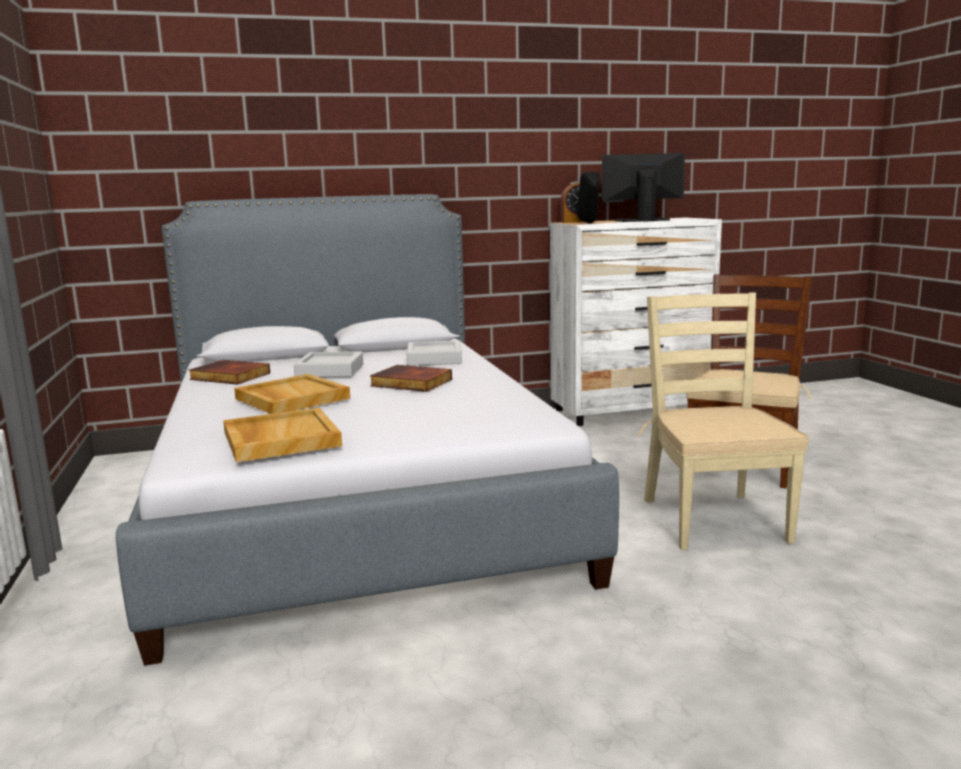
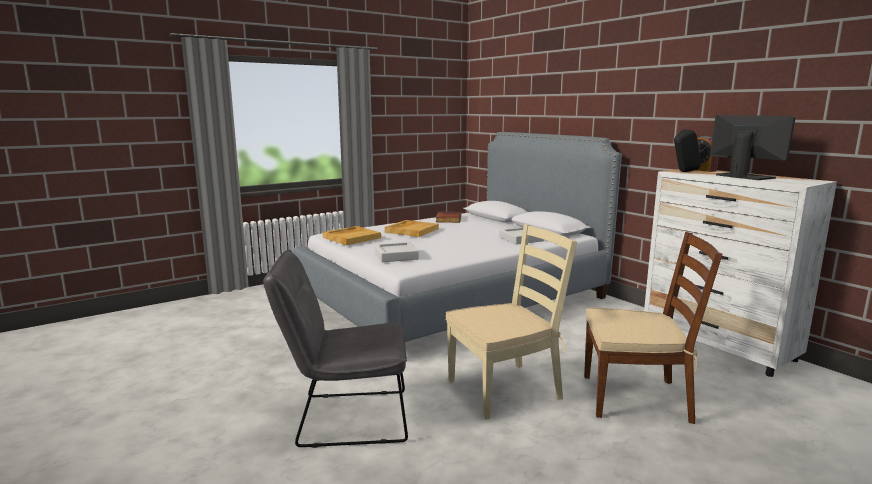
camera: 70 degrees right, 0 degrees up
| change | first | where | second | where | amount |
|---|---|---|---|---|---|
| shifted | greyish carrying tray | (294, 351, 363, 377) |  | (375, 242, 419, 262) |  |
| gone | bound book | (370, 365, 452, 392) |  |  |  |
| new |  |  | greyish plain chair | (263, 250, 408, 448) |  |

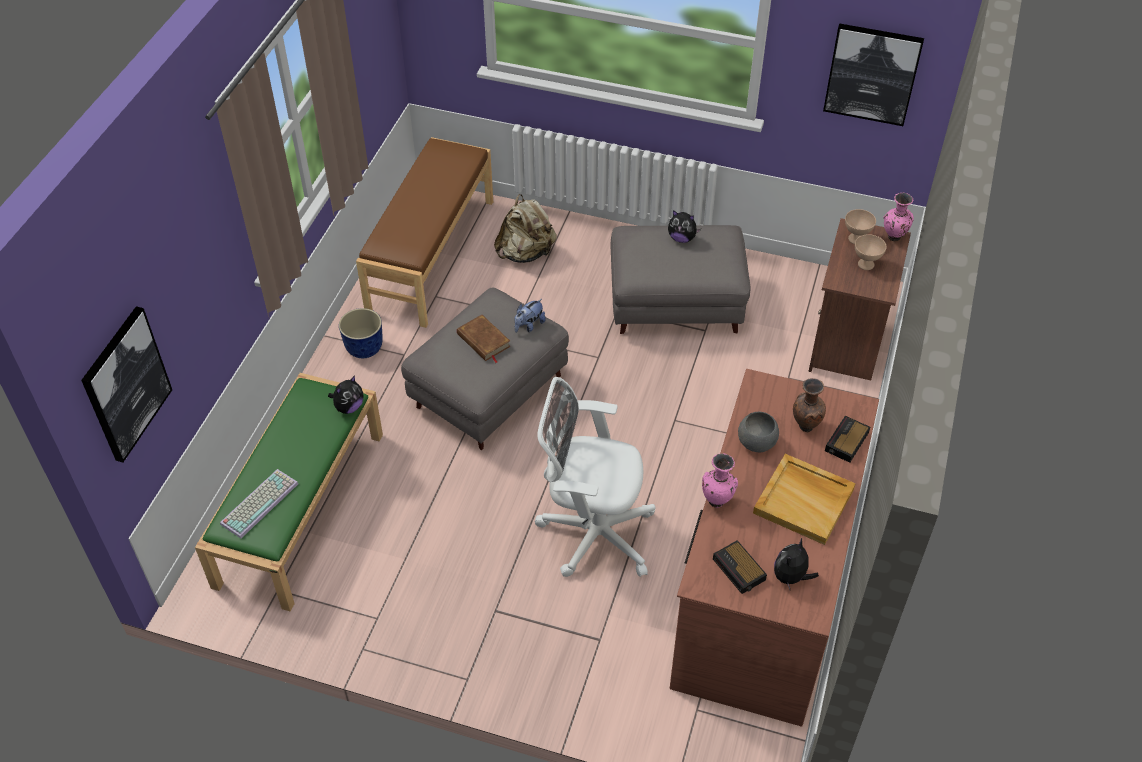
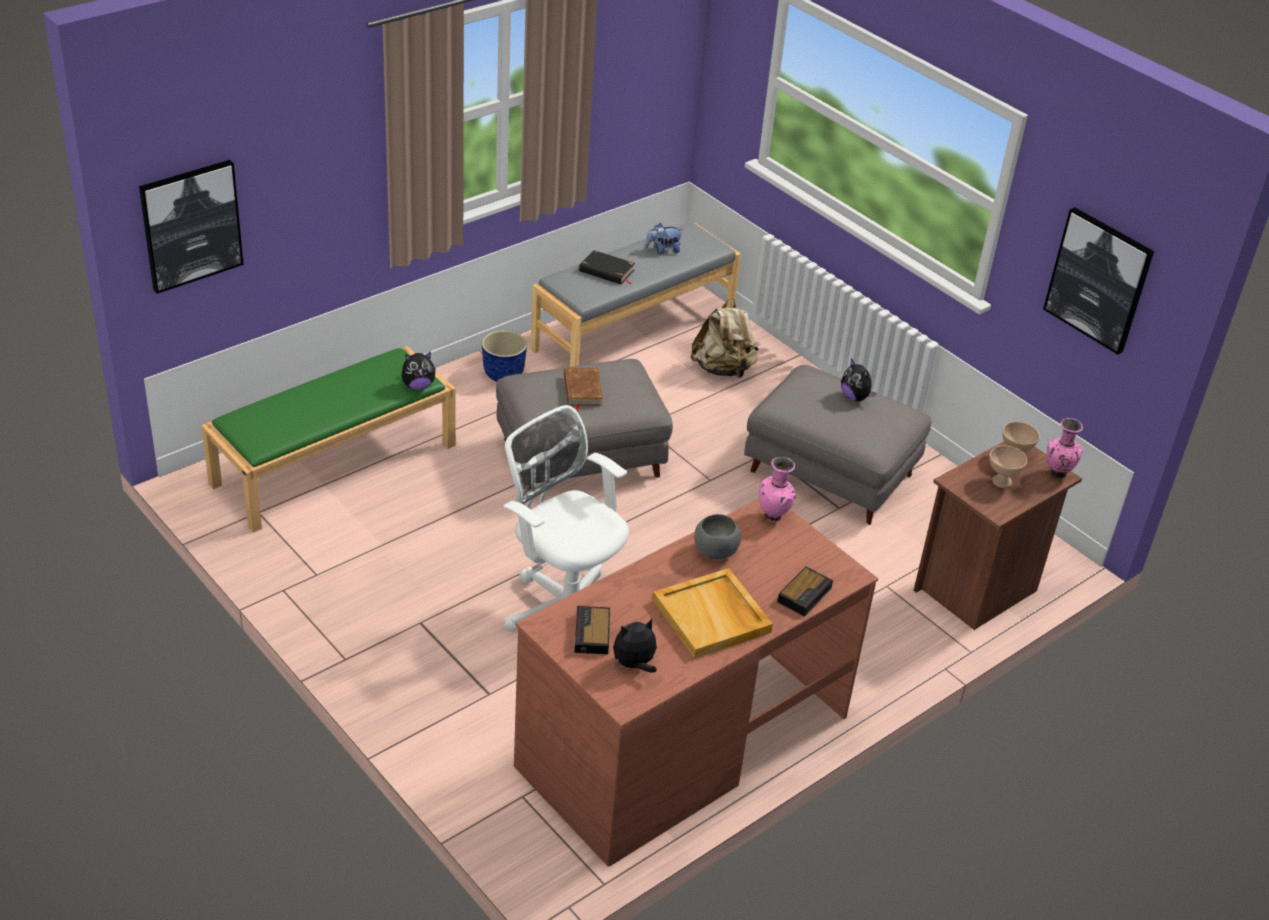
camera: 30 degrees right, 10 degrees down
| change | first | where | second | where | amount |
|---|---|---|---|---|---|
| repainted | brown long seat | (356, 137, 493, 328) | greyish long seat | (531, 222, 741, 367) |  |
| shifted | plush toy | (514, 299, 546, 333) |  | (645, 223, 683, 254) |  |
| gone | brown flower vase | (793, 378, 826, 432) |  |  |  |
| rotated | bedside clock | (825, 416, 870, 463) |  | (777, 566, 833, 616) | 150 degrees clockwise |
| shifted | pinkish flower vase | (702, 453, 738, 508) |  | (759, 457, 797, 522) |  |
| gone | computer keyboard | (220, 469, 298, 538) |  |  |  |
| new |  |  | black-coloured bound book | (579, 250, 635, 284) |  |

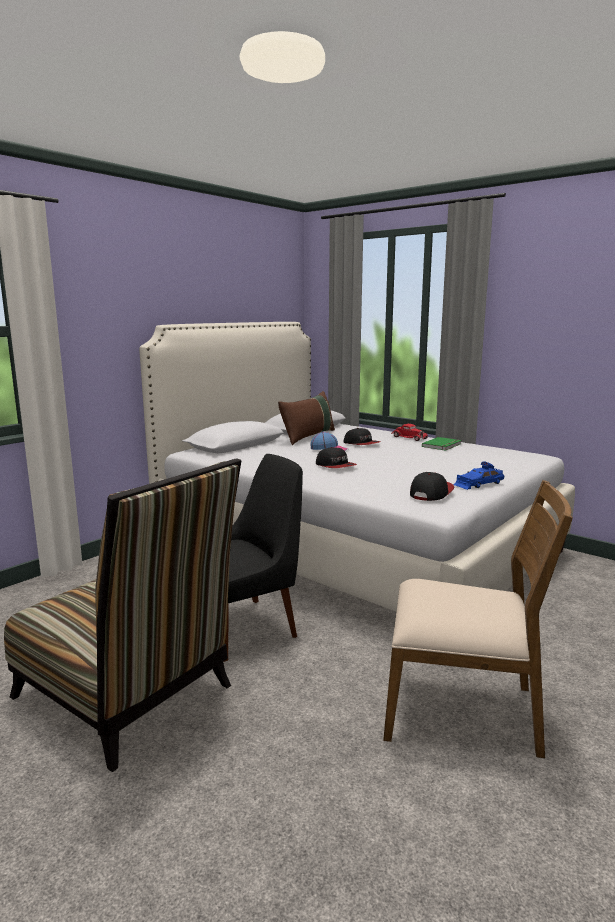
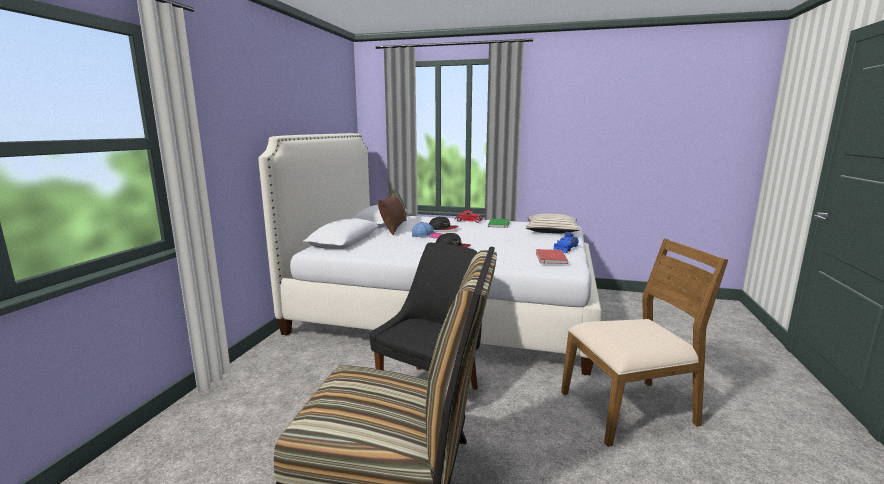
camera: 25 degrees left, 0 degrees up
| change | first | where | second | where | amount |
|---|---|---|---|---|---|
| swapped | cap | (410, 472, 454, 501) | red bound book | (536, 249, 568, 264) |  |
| new |  |  | beige-coloured throw pillow | (526, 213, 580, 234) |  |

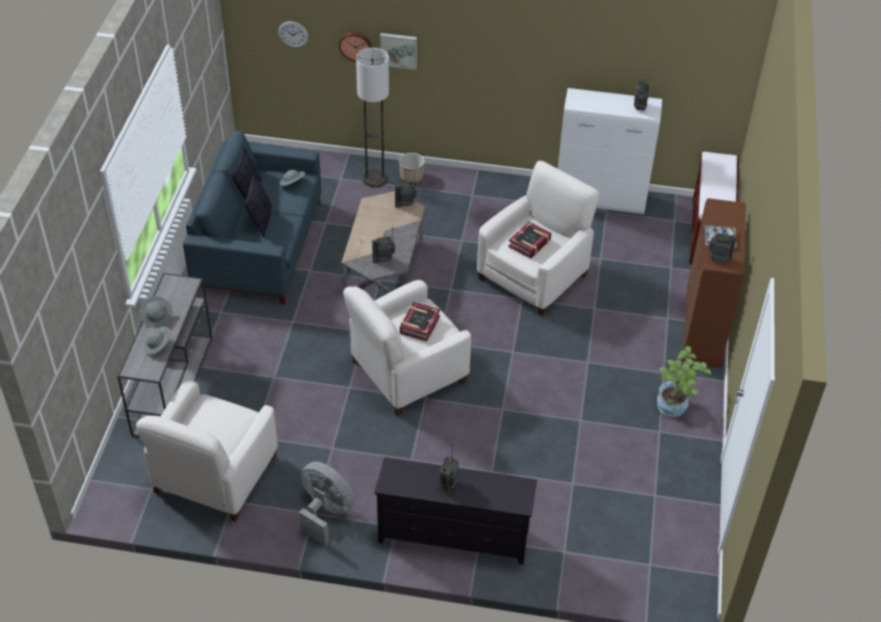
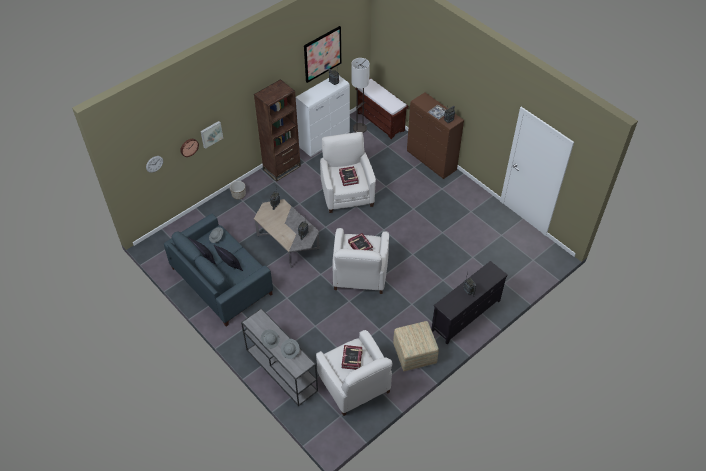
camera: 50 degrees left, 5 degrees up
| change | first | where | second | where | amount |
|---|---|---|---|---|---|
| shifted | standing lamp | (356, 48, 389, 187) |  | (351, 58, 370, 133) |  |
| gone | potted plant | (657, 346, 712, 417) |  |  |  |
| swapped | greyish fan | (299, 462, 355, 546) | footrest | (393, 321, 439, 371) |  |
| new |  |  | wall picture | (304, 26, 342, 83) |  |
| new |  |  | brown bookshelf | (254, 79, 301, 182) |  |
| new |  |  | bound book | (342, 345, 363, 370) |  |

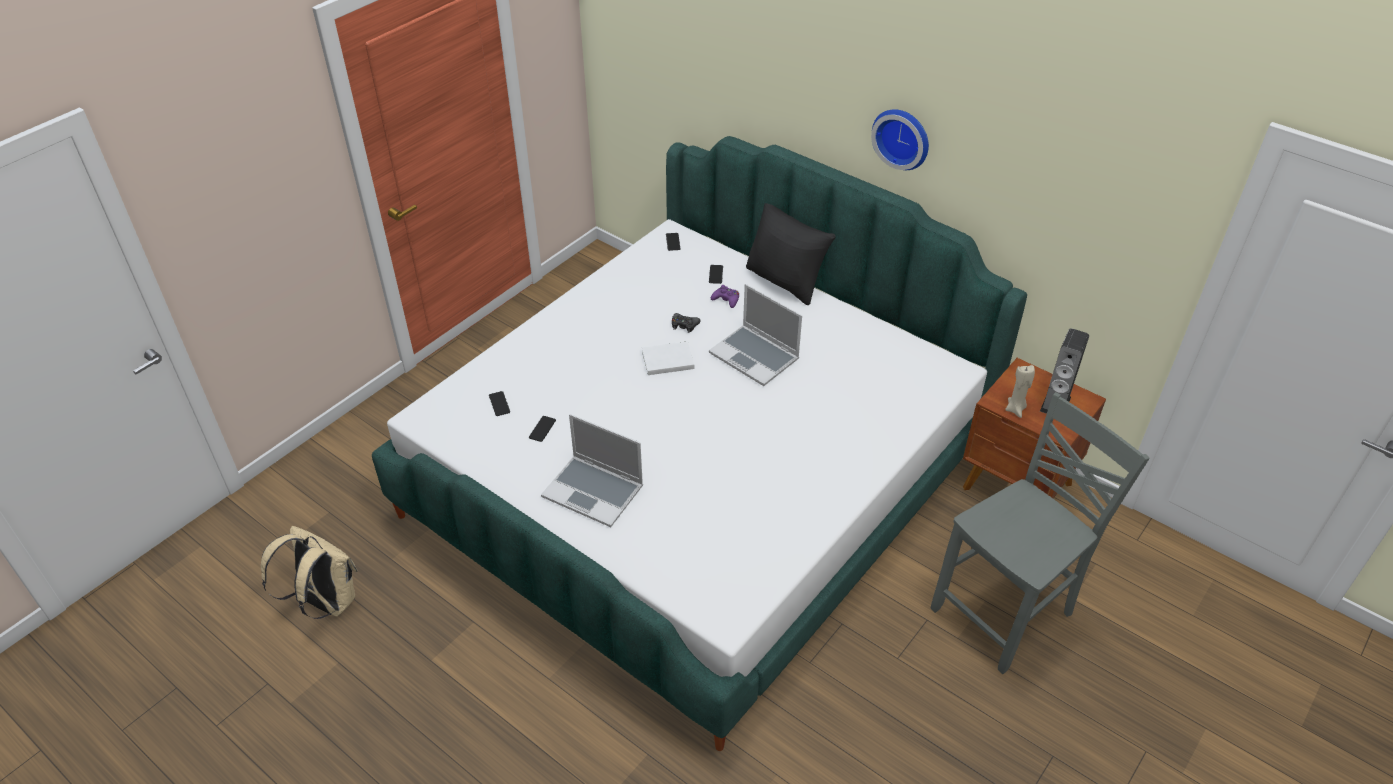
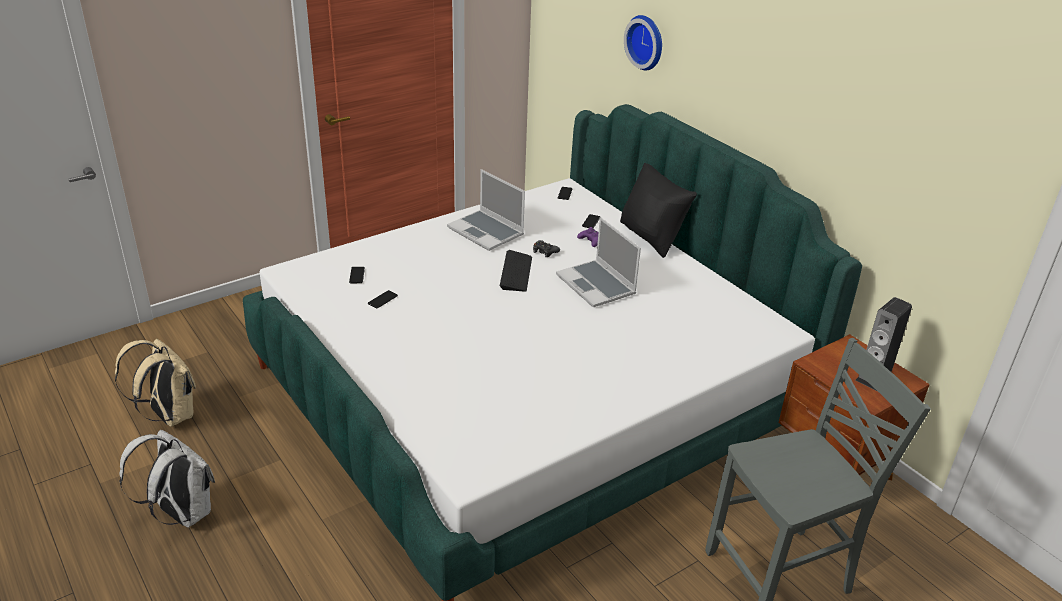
camera: 15 degrees right, 10 degrees down
| change | first | where | second | where | amount |
|---|---|---|---|---|---|
| shifted | wall clock | (871, 109, 929, 170) |  | (624, 15, 662, 71) |  |
| swapped | whitish bound book | (642, 341, 695, 375) | computer keyboard | (500, 250, 532, 292) |  |
| gone | beige-coloured candle | (1005, 365, 1035, 418) |  |  |  |
| shifted | portable computer | (541, 414, 643, 527) |  | (447, 169, 525, 251) |  |
| new |  |  | whitish knapsack | (119, 430, 215, 528) |  |

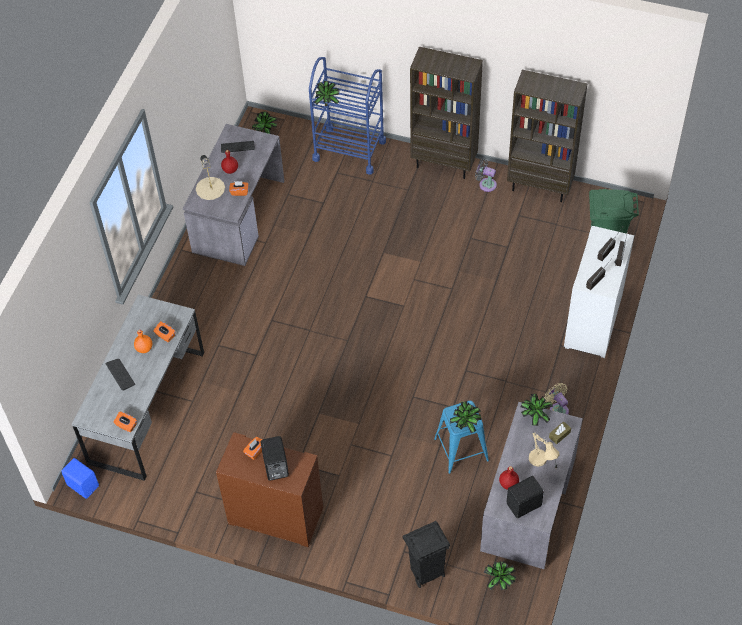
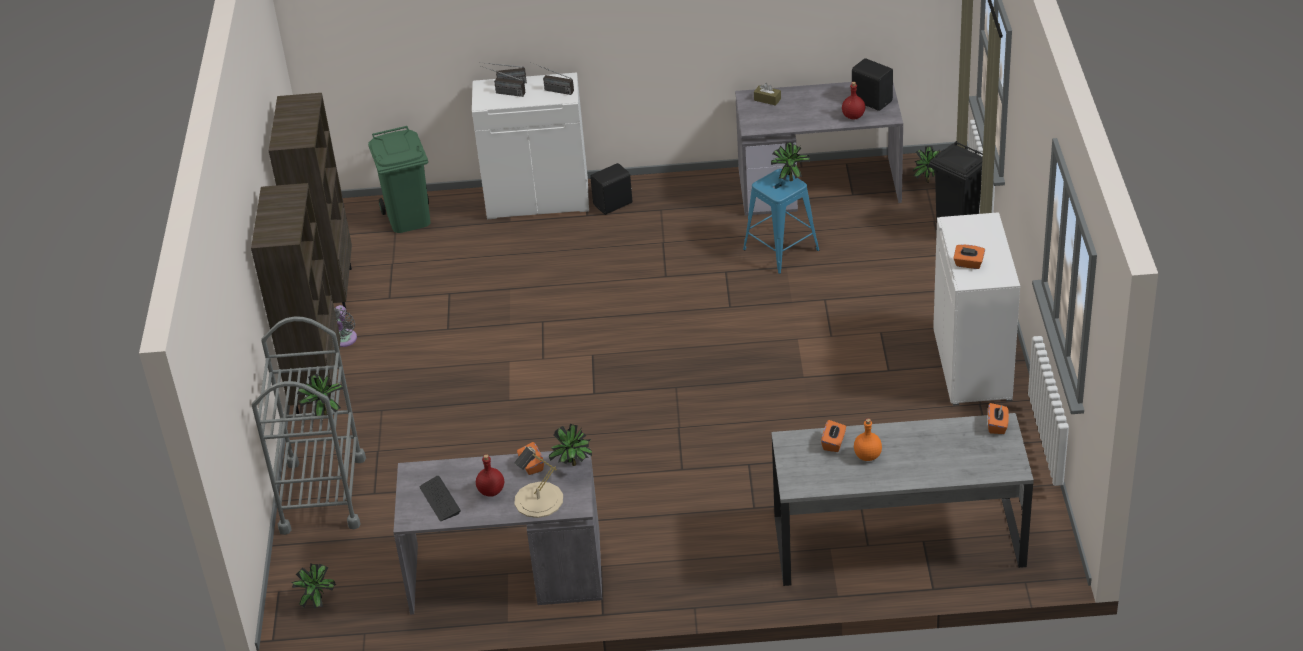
camera: 110 degrees left, 15 degrees down
| change | first | where | second | where | amount |
|---|---|---|---|---|---|
| repainted | bluish wheeled cart | (309, 57, 386, 174) | greyish wheeled cart | (252, 316, 366, 535) |  |
| gone | computer keyboard | (106, 359, 135, 390) |  |  |  |
| gone | beige-coloured fan | (544, 383, 569, 414) |  |  |  |
| shifted | potted plant | (521, 394, 553, 426) |  | (549, 424, 592, 466) |  |
| gone | beige-coloured lamp for a table | (529, 431, 560, 468) |  |  |  |
| repainted | brown cupboard | (216, 432, 323, 548) | whitish cupboard | (933, 212, 1020, 406) |  |
| shifted | black-coloured speaker | (260, 436, 289, 481) |  | (590, 163, 632, 215) |  |
| gone | bluish speaker | (61, 458, 99, 499) |  |  |  |

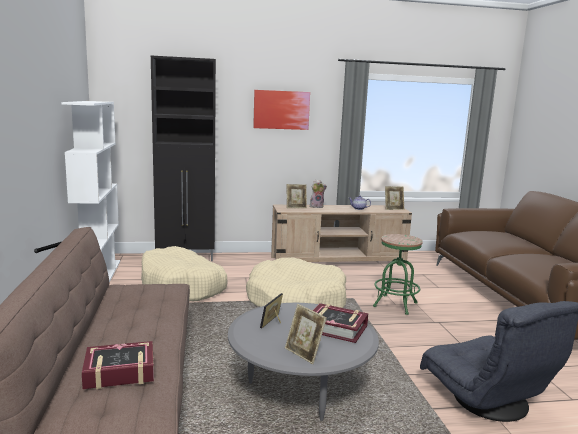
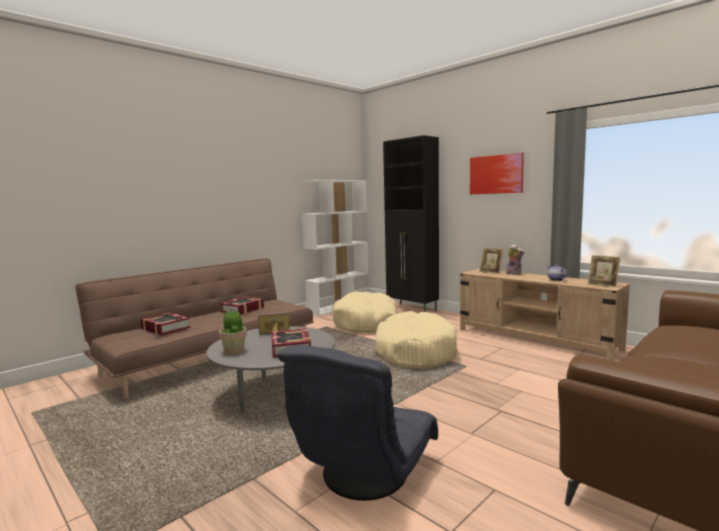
camera: 55 degrees right, 5 degrees down
| change | first | where | second | where | amount |
|---|---|---|---|---|---|
| gone | green-coloured stool | (373, 234, 423, 315) |  |  |  |
| swapped | photo frame | (285, 304, 327, 364) | potted plant | (219, 308, 247, 355) |  |
| new |  |  | bound book | (219, 296, 264, 315) |  |

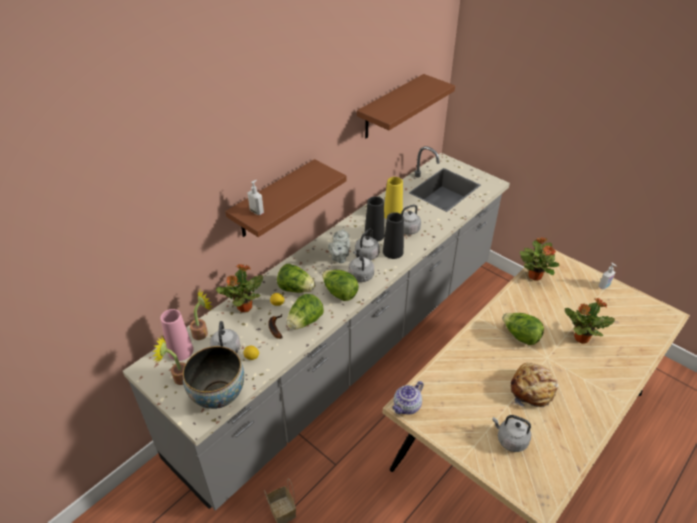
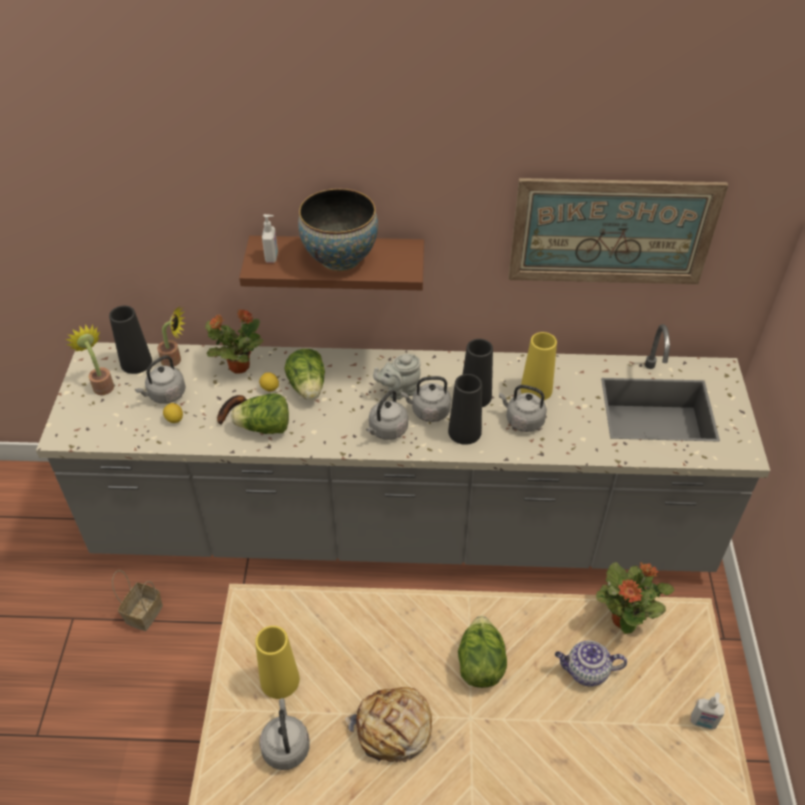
camera: 50 degrees right, 5 degrees up
| change | first | where | second | where | amount |
|---|---|---|---|---|---|
| swapped | brown wall shelf | (357, 74, 455, 138) | wall picture | (508, 178, 728, 284) |  |
| gone | lettuce head | (322, 270, 359, 301) |  |  |  |
| gone | potted plant | (565, 298, 615, 344) |  |  |  |
| repainted | pinkish flower vase | (160, 309, 193, 361) | black-coloured flower vase | (109, 306, 152, 374) |  |
| shifted | deep dish | (183, 346, 244, 409) |  | (298, 189, 378, 271) |  |
| shifted | teapot | (392, 381, 423, 414) |  | (555, 641, 627, 686) |  |
| new |  |  | yellowish flower vase | (255, 626, 300, 699) |  |

